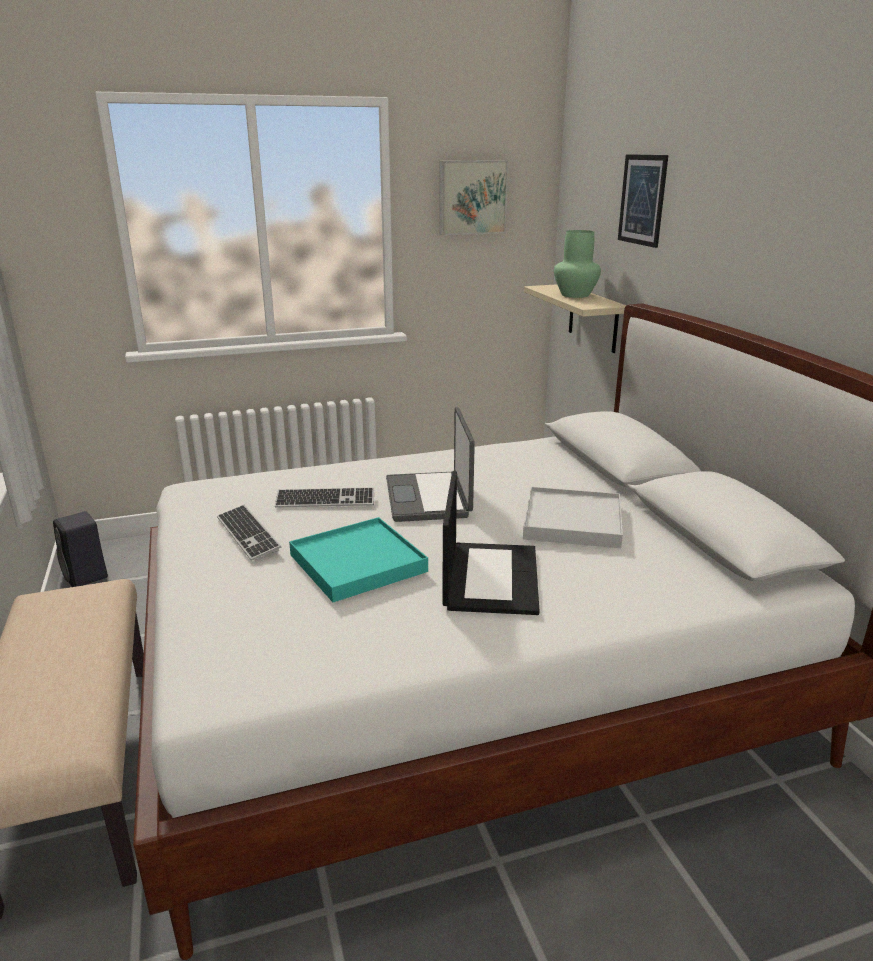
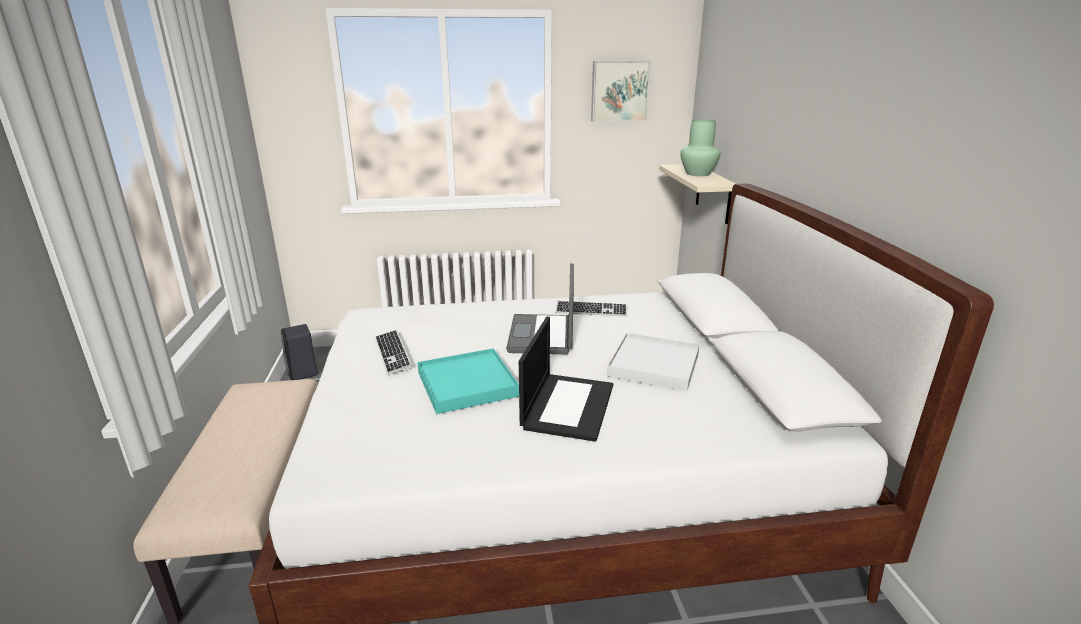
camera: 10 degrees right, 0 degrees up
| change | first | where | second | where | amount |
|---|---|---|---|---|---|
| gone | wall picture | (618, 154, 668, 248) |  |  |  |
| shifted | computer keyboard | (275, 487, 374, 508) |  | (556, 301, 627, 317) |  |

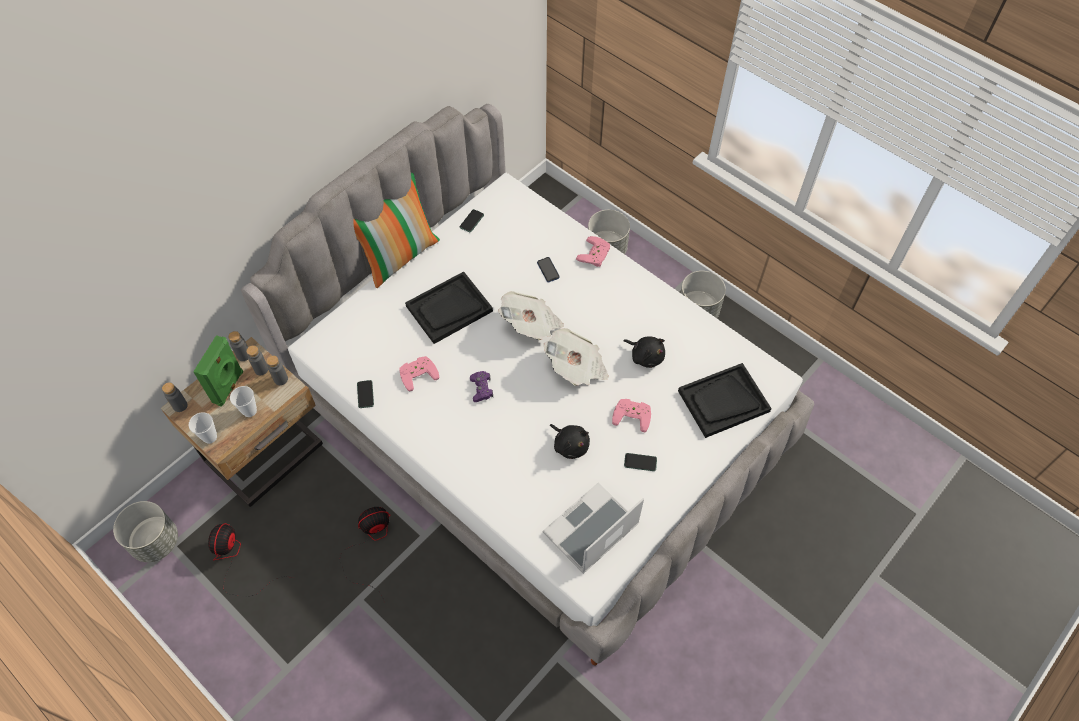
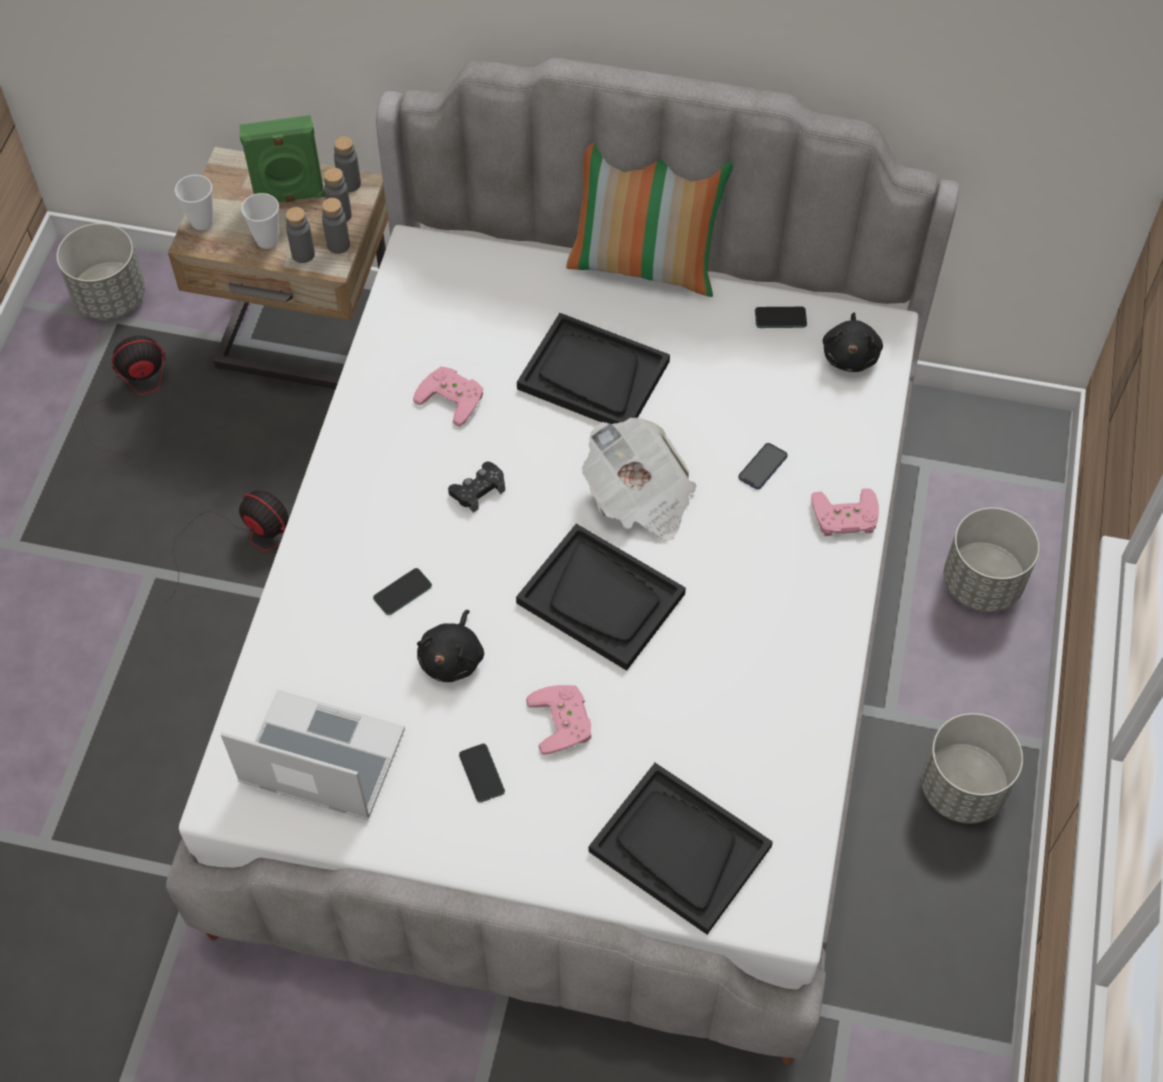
camera: 60 degrees right, 0 degrees up
| change | first | where | second | where | amount |
|---|---|---|---|---|---|
| swapped | daily paper | (544, 328, 609, 386) | black-coloured carrying tray | (516, 523, 686, 671) |  |
| shifted | black-coloured plush toy | (623, 336, 665, 368) |  | (823, 313, 883, 372) |  |
| repainted | purplish joypad | (470, 371, 493, 402) | black-coloured joypad | (448, 462, 505, 512) |  |
| shifted | phone | (357, 380, 374, 408) |  | (373, 568, 432, 615) |  |
| shifted | greyish drink bottle | (162, 382, 188, 412) |  | (286, 207, 315, 263) |  |

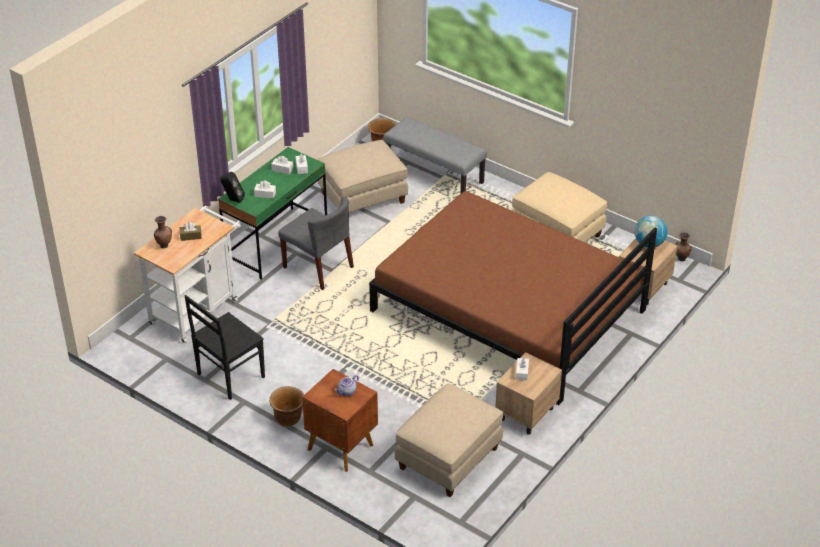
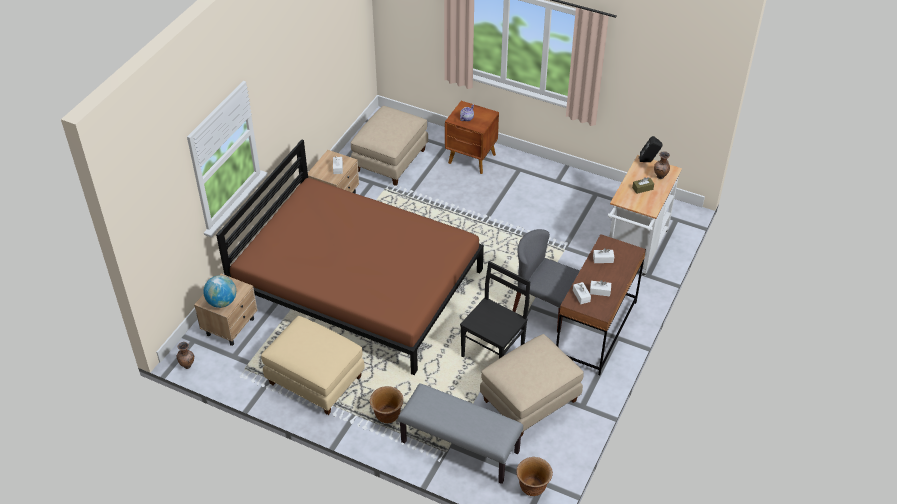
camera: 170 degrees right, 5 degrees up
| change | first | where | second | where | amount |
|---|---|---|---|---|---|
| repainted | green-coloured desk | (218, 147, 327, 280) | brown desk | (556, 234, 646, 375) |  |
| shifted | black-coloured speaker | (220, 172, 245, 203) |  | (639, 136, 663, 162) |  |
| shifted | black-coloured plain chair | (185, 295, 265, 400) |  | (460, 261, 530, 358) |  |
| shifted | brown plant pot | (269, 386, 304, 426) |  | (370, 386, 403, 423) |  |

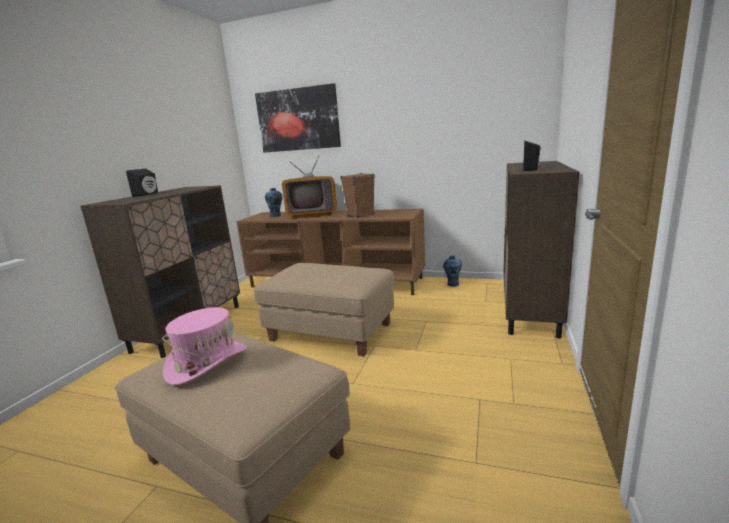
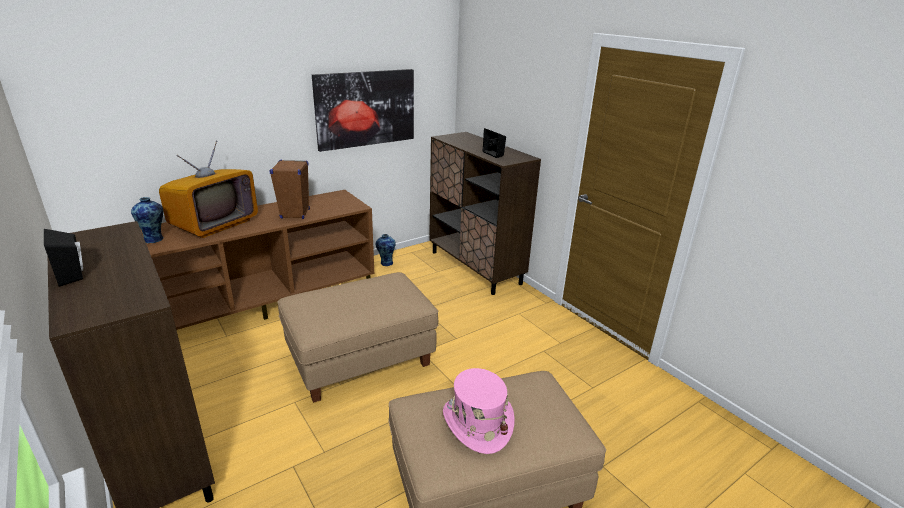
camera: 55 degrees left, 10 degrees up
| change | first | where | second | where | amount |
|---|---|---|---|---|---|
| shifted | wall picture | (255, 83, 341, 153) |  | (312, 69, 414, 152) |  |

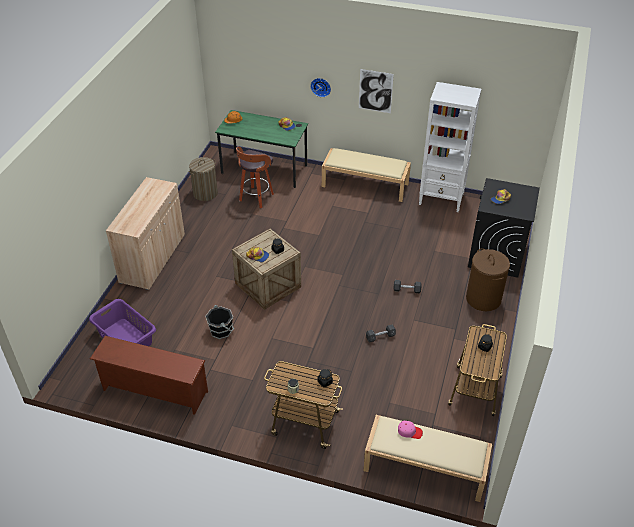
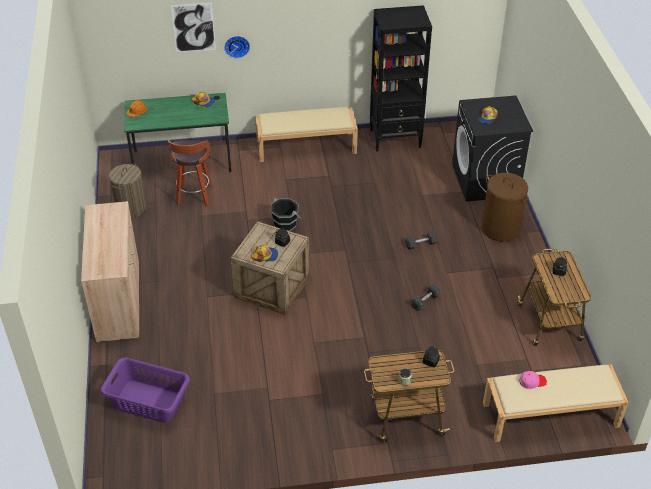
camera: 25 degrees left, 0 degrees up
| change | first | where | second | where | amount |
|---|---|---|---|---|---|
| shifted | wall picture | (359, 69, 394, 113) |  | (171, 3, 216, 52) |  |
| repainted | whitish bookshelf | (419, 82, 481, 212) | black-coloured bookshelf | (370, 5, 432, 151) |  |
| shifted | black-coloured pail | (205, 305, 234, 339) |  | (271, 198, 302, 231) |  |
| gone | brown shoe stand | (90, 336, 208, 415) |  |  |  |

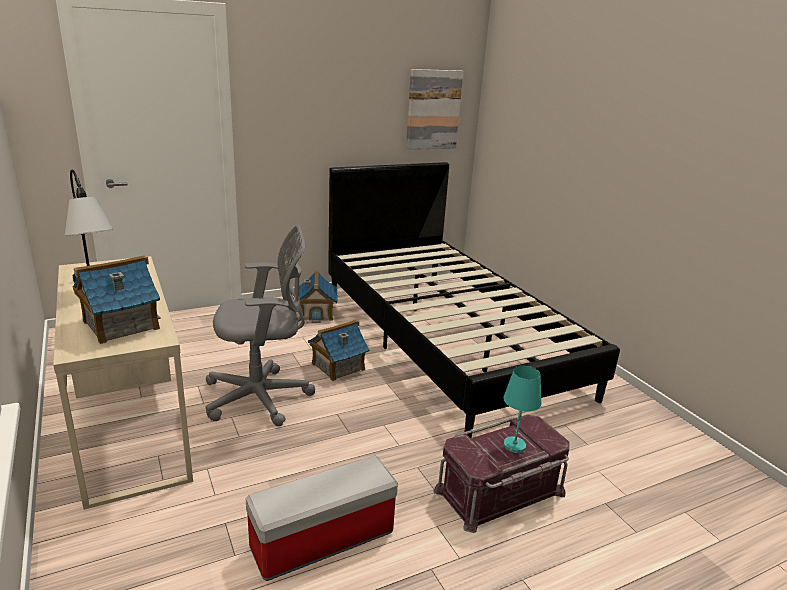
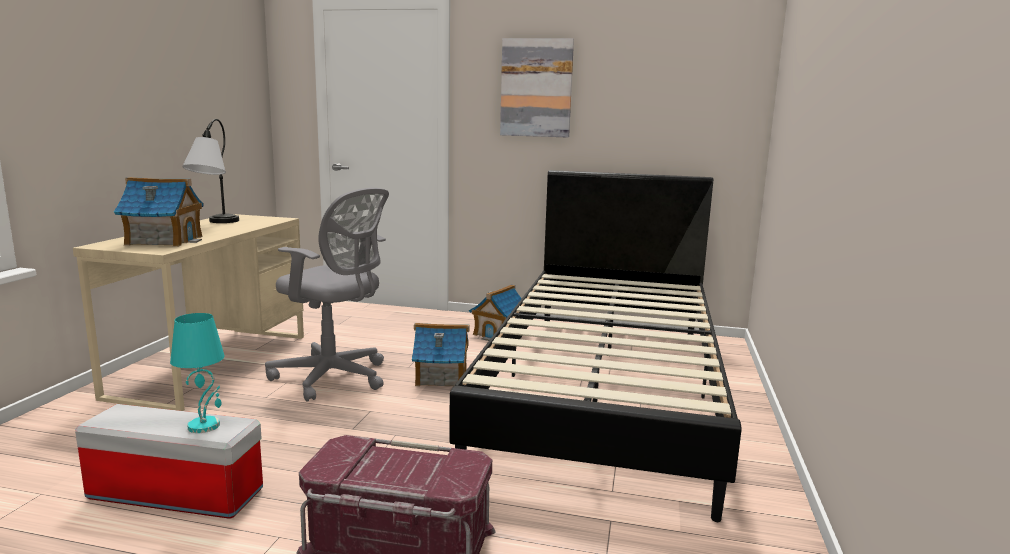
camera: 40 degrees right, 10 degrees down
| change | first | where | second | where | amount |
|---|---|---|---|---|---|
| shifted | wall picture | (406, 69, 463, 150) |  | (500, 38, 574, 138) |  |
| shifted | blue-green lamp for a table | (503, 366, 541, 453) |  | (170, 313, 225, 433) |  |

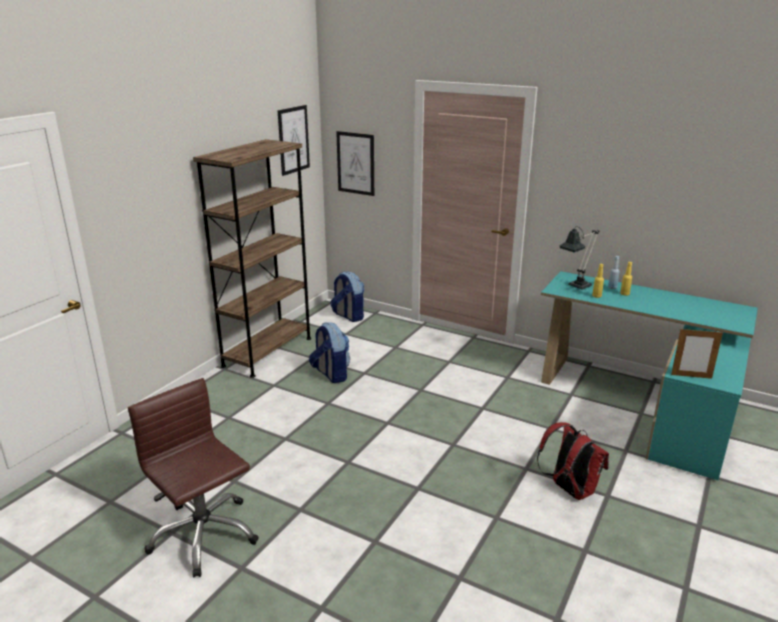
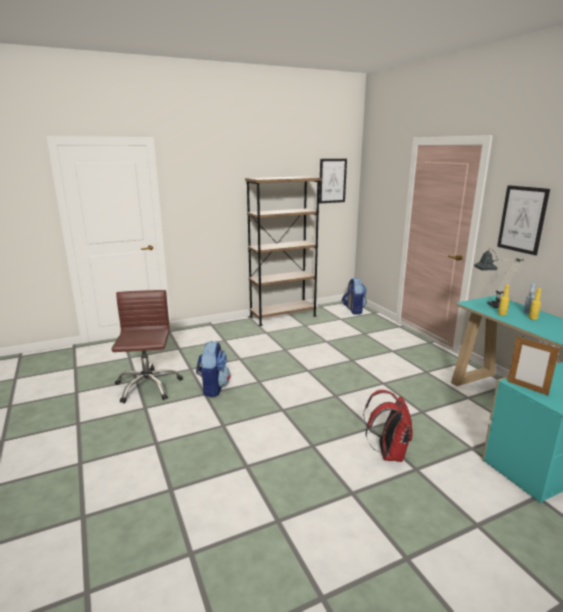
camera: 35 degrees right, 5 degrees down
| change | first | where | second | where | amount |
|---|---|---|---|---|---|
| shifted | wall picture | (336, 131, 374, 196) |  | (497, 185, 550, 255) |  |
| shifted | knapsack | (309, 322, 350, 383) |  | (196, 341, 230, 397) |  |

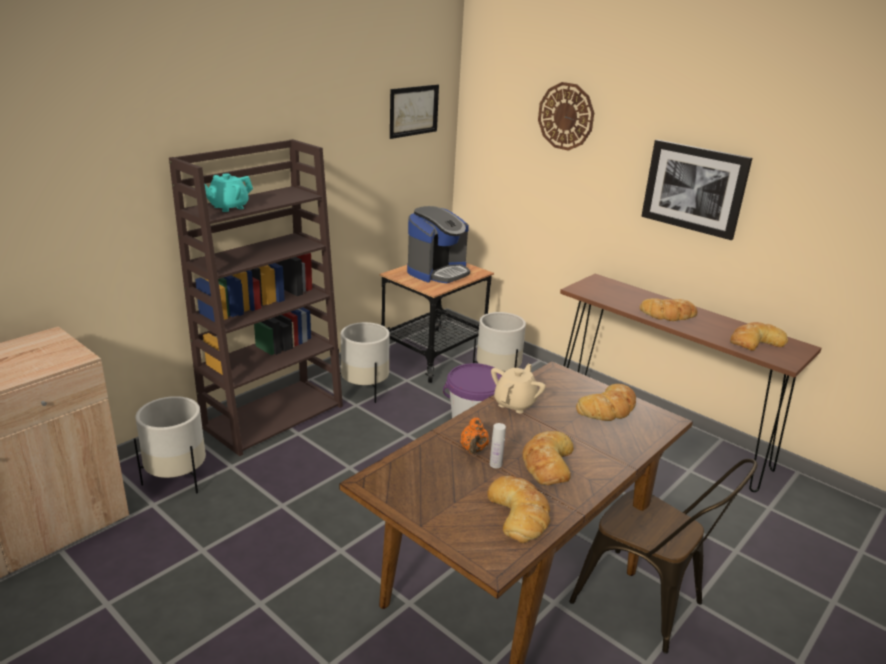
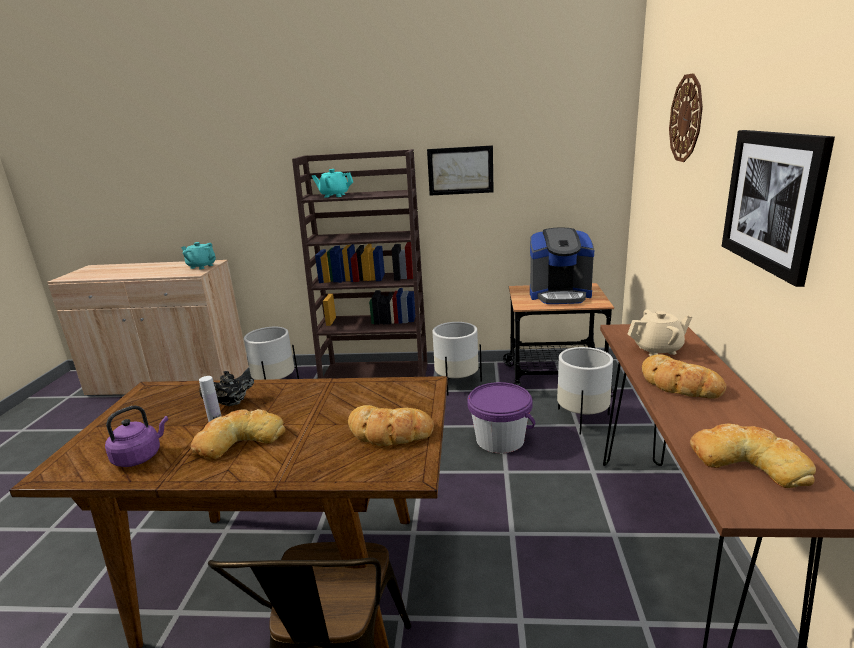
camera: 55 degrees right, 5 degrees down
| change | first | where | second | where | amount |
|---|---|---|---|---|---|
| shifted | wall picture | (390, 84, 439, 139) |  | (427, 145, 494, 196) |  |
| shifted | beige-coloured teapot | (491, 364, 546, 414) |  | (628, 310, 692, 356) |  |
| repainted | orange-coloured teapot | (461, 417, 489, 454) | black-coloured teapot | (199, 371, 254, 406) |  |
| swapped | bread | (487, 476, 550, 543) | purplish water kettle | (105, 406, 168, 467) |  |
| new |  |  | blue-green teapot | (181, 242, 216, 270) |  |

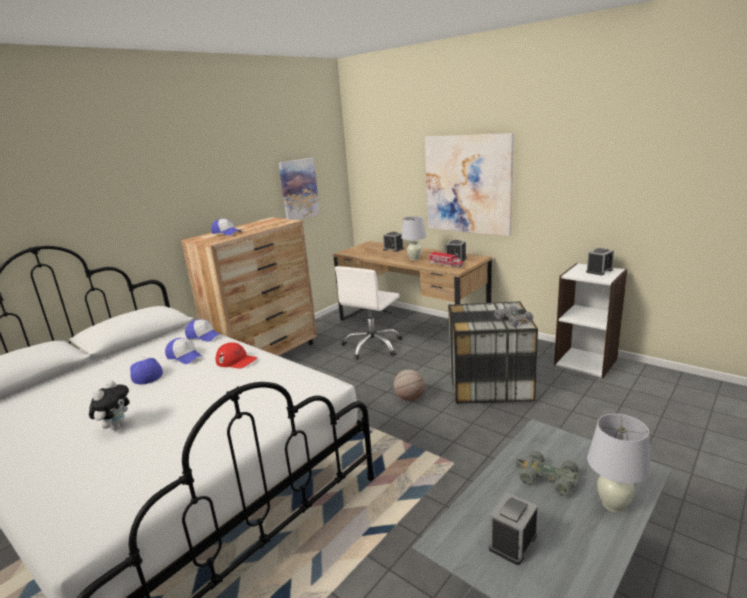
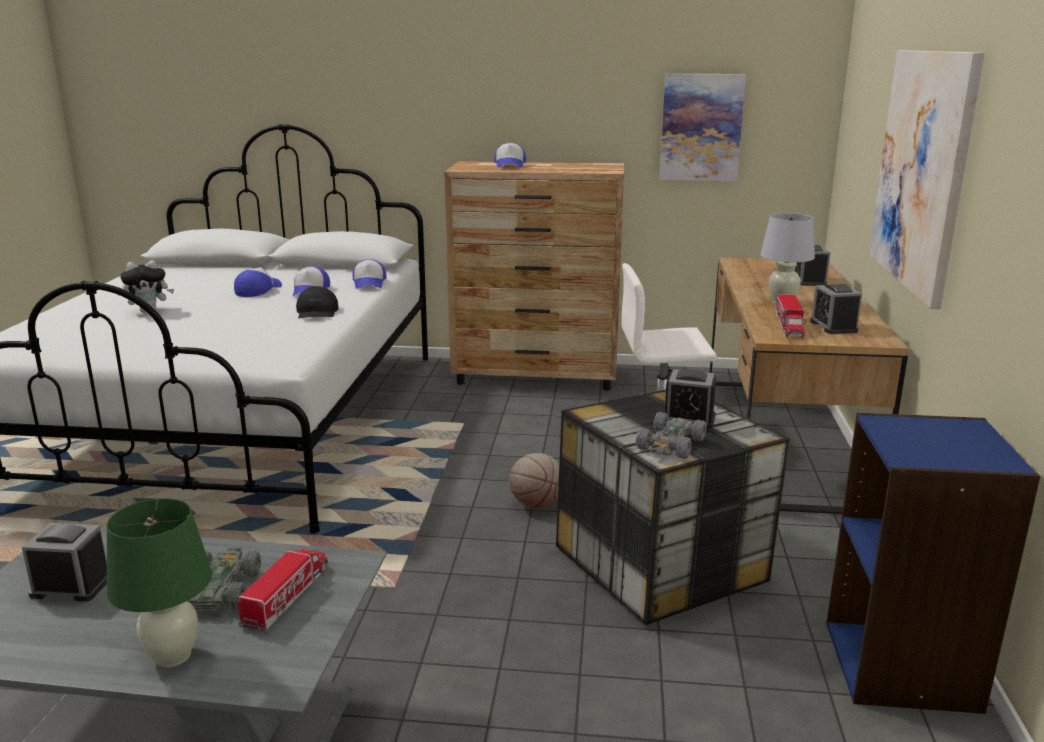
camera: 55 degrees right, 0 degrees up
| change | first | where | second | where | amount |
|---|---|---|---|---|---|
| shifted | bedside clock | (586, 248, 614, 275) |  | (664, 369, 716, 429) |  |
| repainted | whitish bookshelf | (554, 263, 627, 378) | bluish bookshelf | (826, 413, 1041, 714) |  |
| repainted | red cap | (215, 342, 257, 369) | black-coloured cap | (296, 286, 339, 319) |  |
| repainted | whitish lamp for a table | (587, 414, 651, 512) | green-coloured lamp for a table | (106, 498, 212, 667) |  |
| new |  |  | toy truck | (237, 549, 328, 632) |  |

